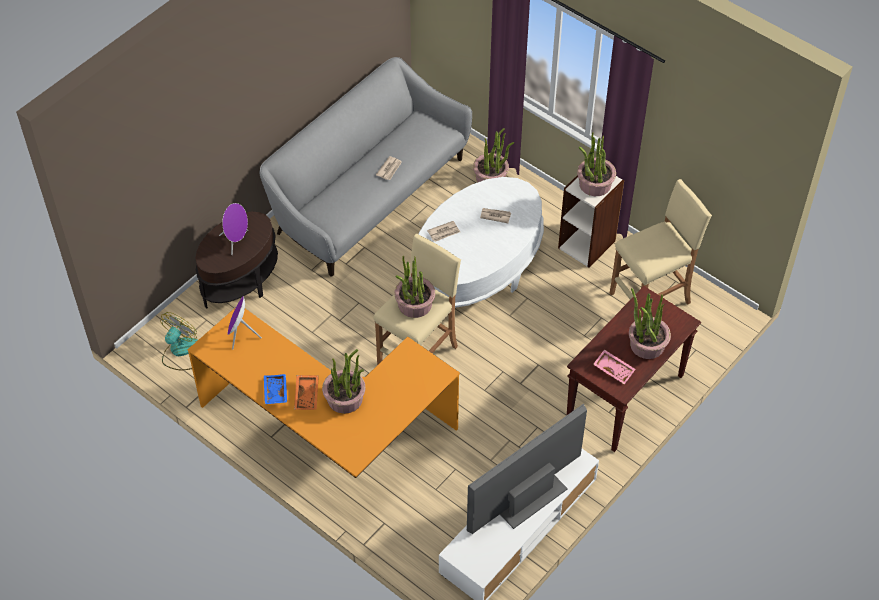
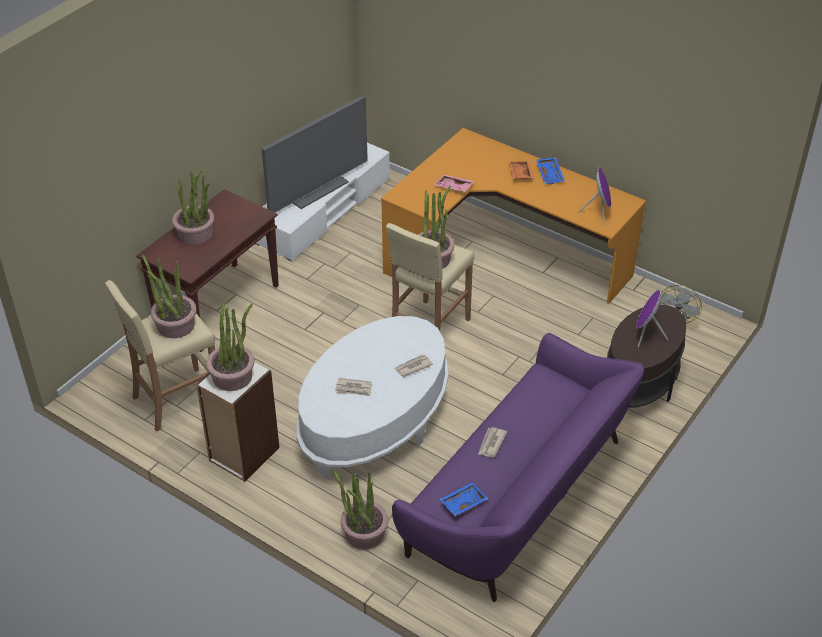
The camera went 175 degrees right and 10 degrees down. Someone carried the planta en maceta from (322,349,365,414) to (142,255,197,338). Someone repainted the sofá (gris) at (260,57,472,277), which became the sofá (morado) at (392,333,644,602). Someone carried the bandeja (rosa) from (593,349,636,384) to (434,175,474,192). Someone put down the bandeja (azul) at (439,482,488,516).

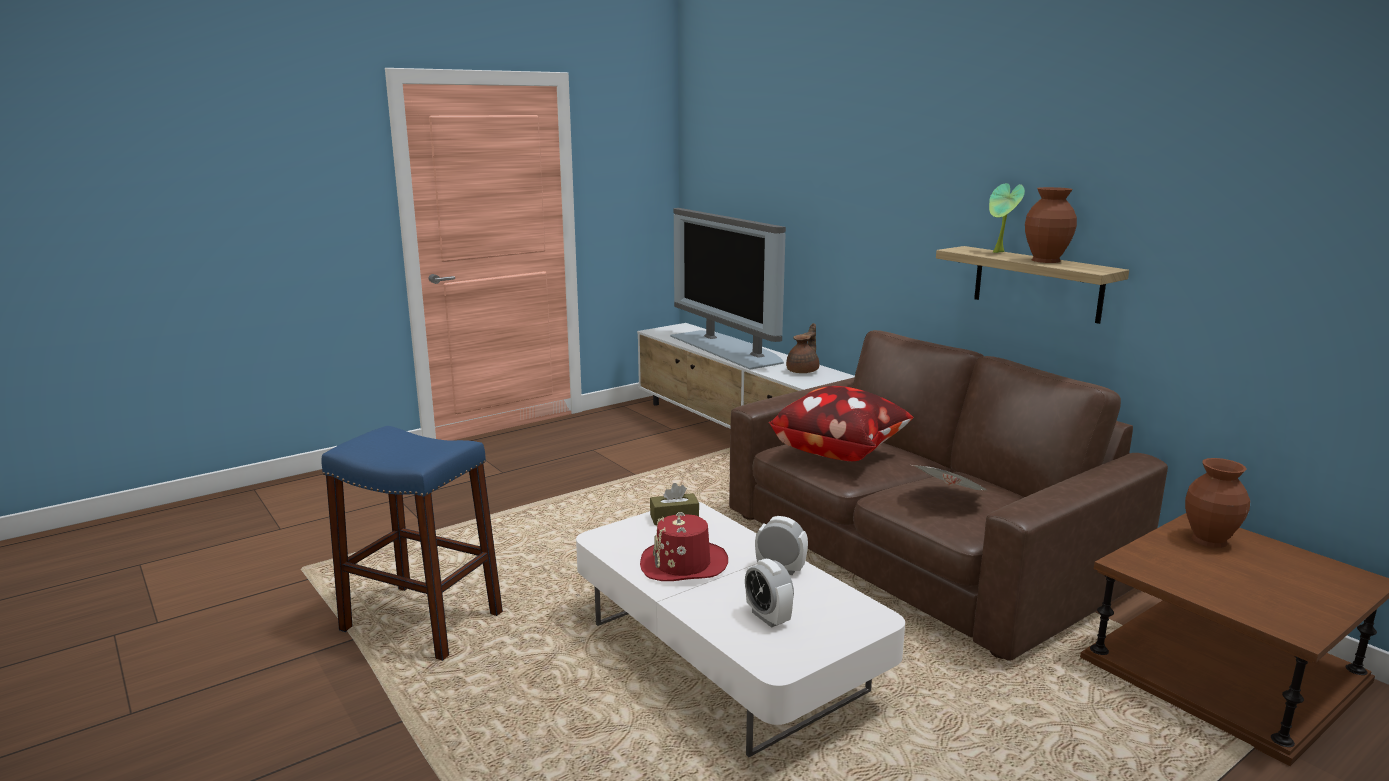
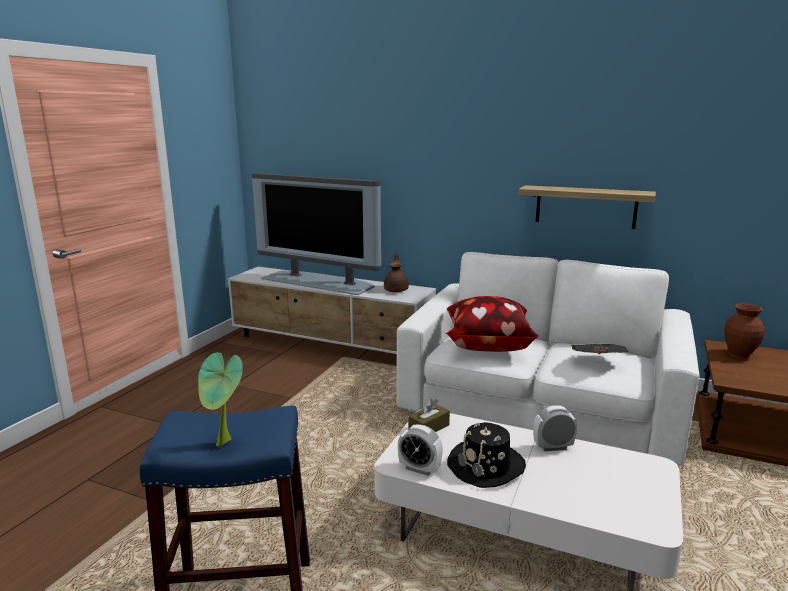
The camera went 30 degrees left and 0 degrees up. Someone carried the planta en maceta from (989,183,1025,253) to (198,352,243,447). Someone repainted the sofá (marrón) at (729,330,1168,661), which became the sofá (blanco) at (396,252,700,466). Someone carried the despertador from (745,559,794,628) to (398,424,443,476). Someone repainted the sombrero (rojo) at (640,512,728,581), which became the sombrero (negro) at (447,422,526,488). Someone took away the florero (marrón) at (1025,187,1077,263).

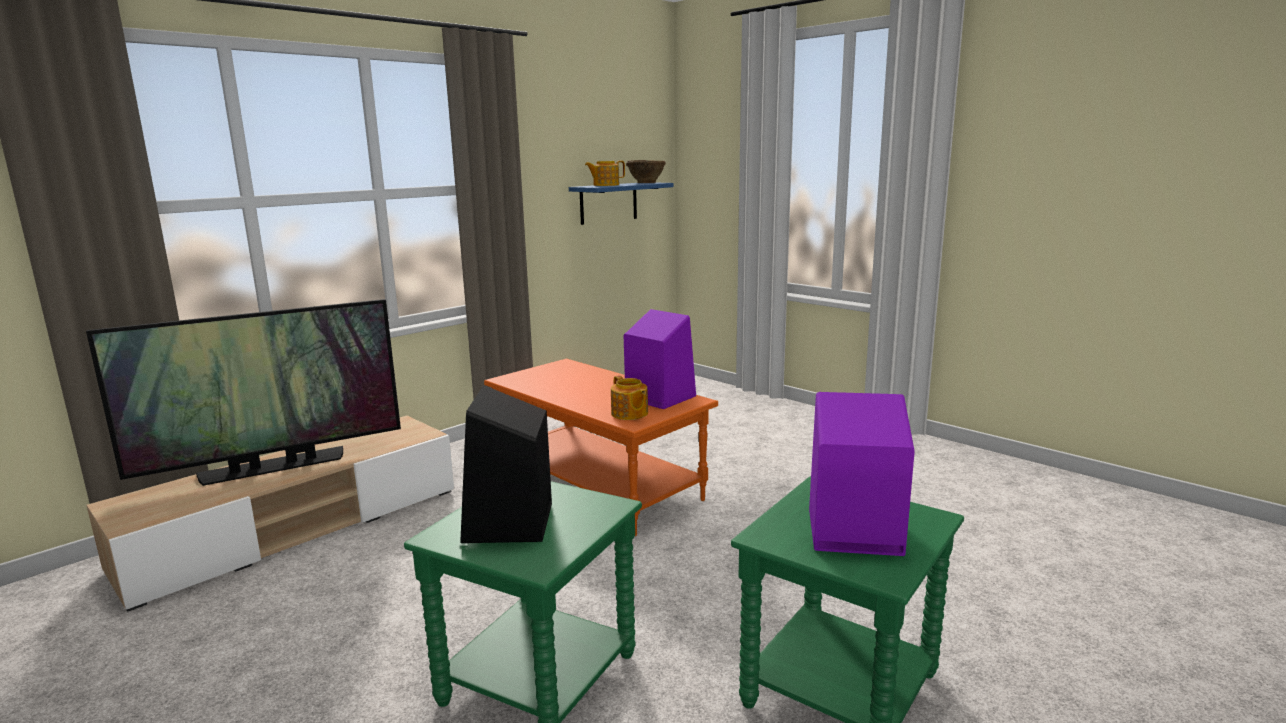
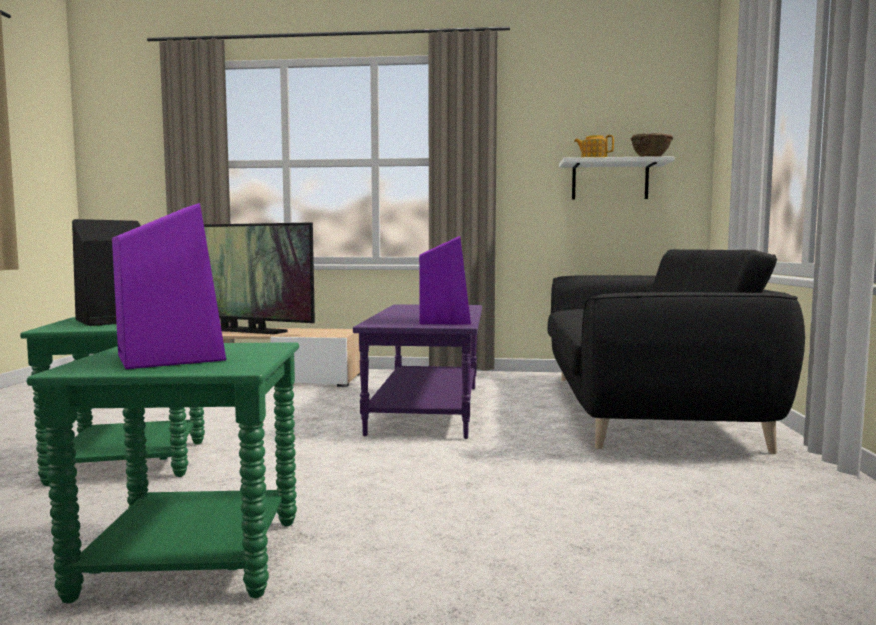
The camera went 50 degrees right and 10 degrees down. Someone repainted the mesa de centro (naranja) at (484,359,718,536), which became the mesa de centro (morado) at (353,304,482,439). Someone put down the sofá (negro) at (547,249,805,454). Someone repainted the estante (azul) at (569,183,674,225), which became the estante (blanco) at (559,156,674,200). Someone took away the tetera at (611,375,648,420).

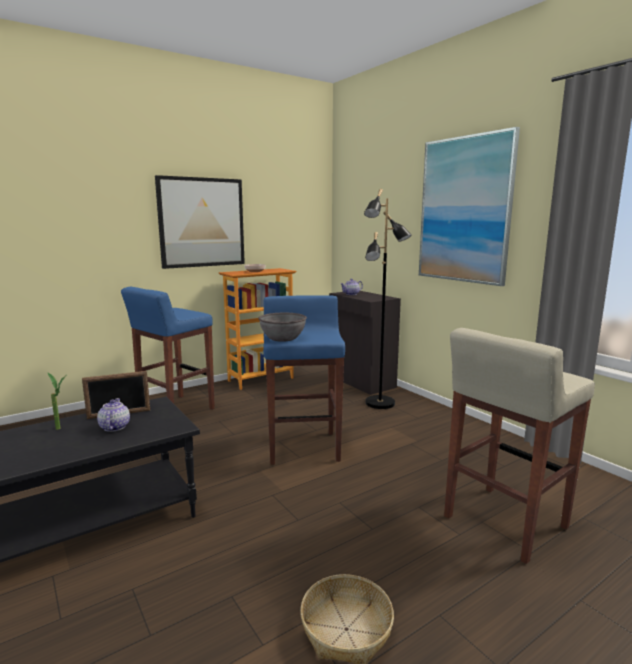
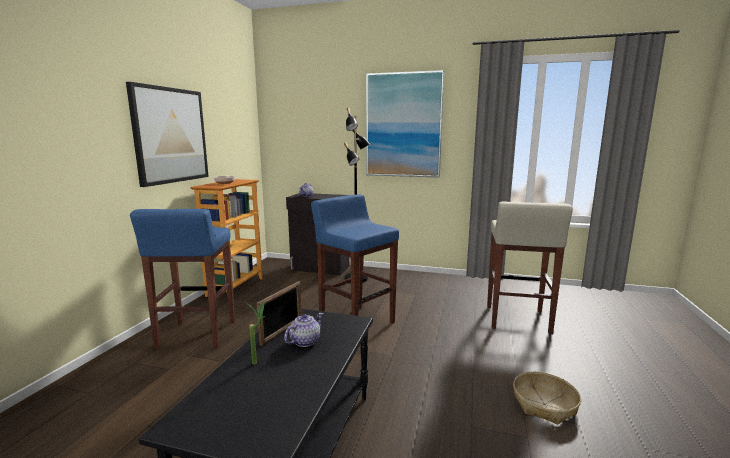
The camera went 40 degrees left and 0 degrees up. Someone rotated the tetera at (97,398,130,432) by 90 degrees clockwise. Someone took away the cuenco (gris) at (258,313,307,342).

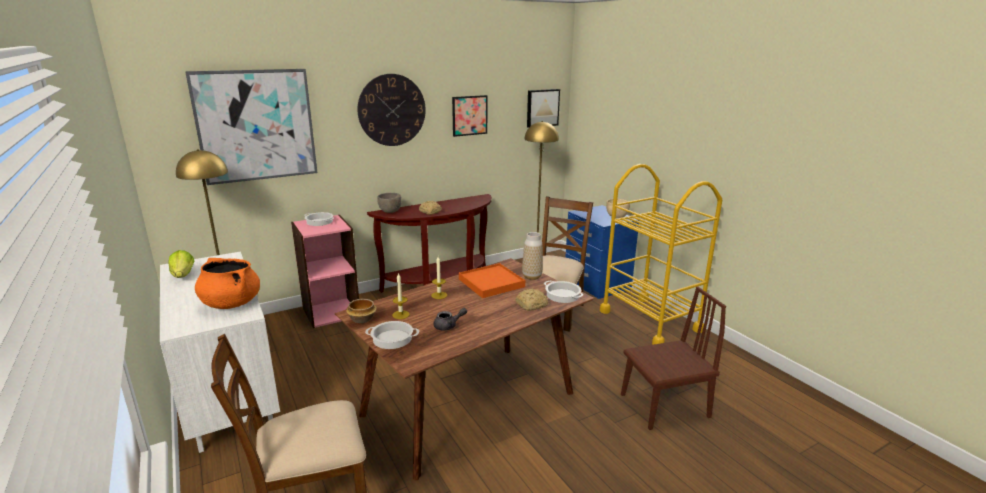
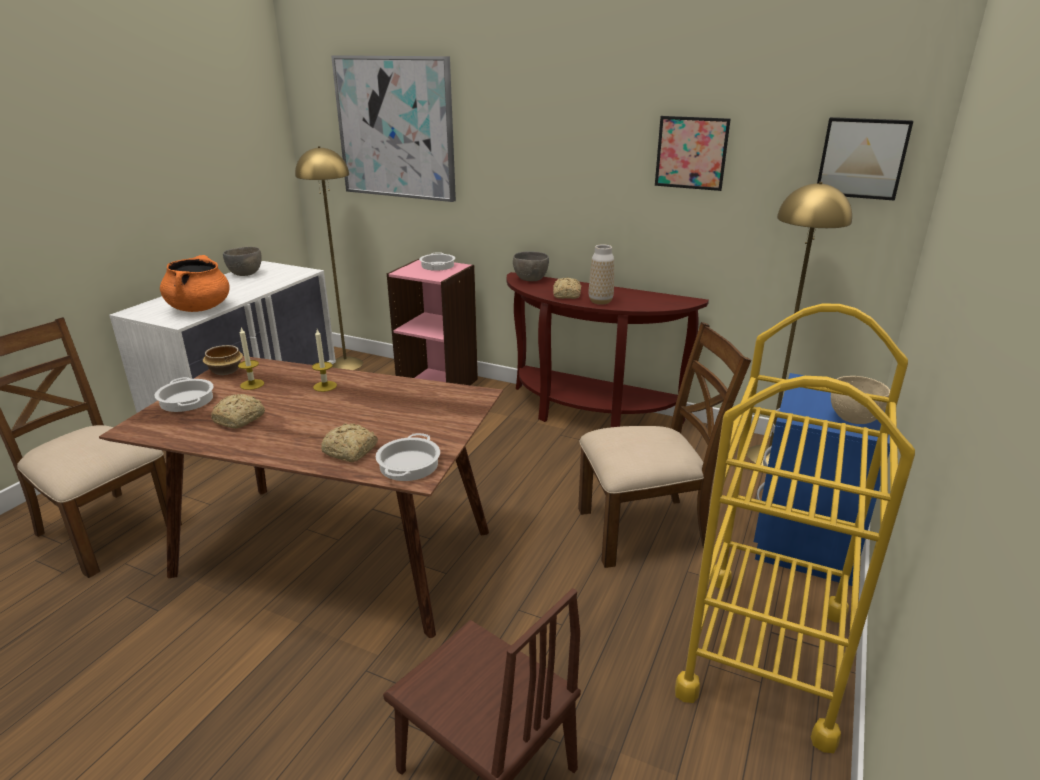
The camera went 55 degrees right and 5 degrees up. Someone swapped the tetera (gris) at (434,308,467,330) for the pan at (211,394,265,429). Someone swapped the lechuga at (168,250,194,278) for the cuenco (gris) at (223,247,262,276). Someone carried the florero from (522,232,543,280) to (589,244,614,305). Someone took away the reloj de pared at (357,74,426,146). Someone took away the bandeja (naranja) at (459,263,525,298).

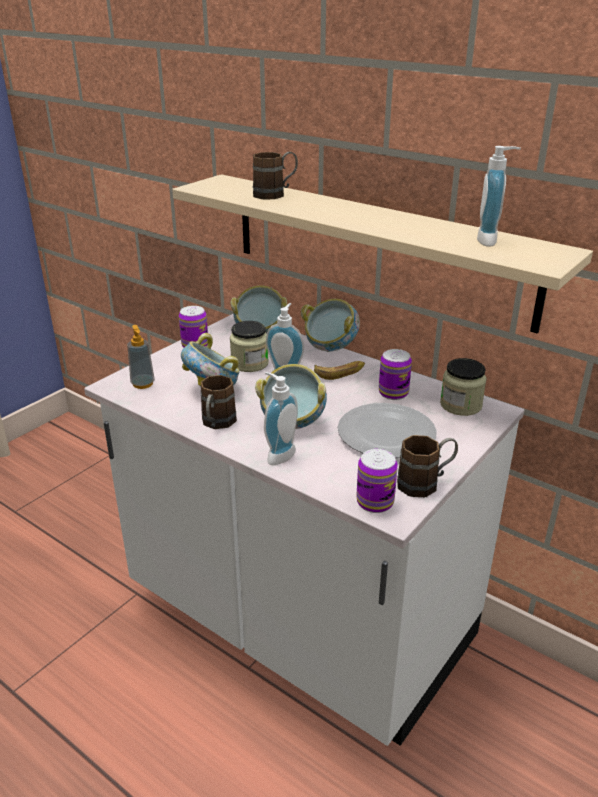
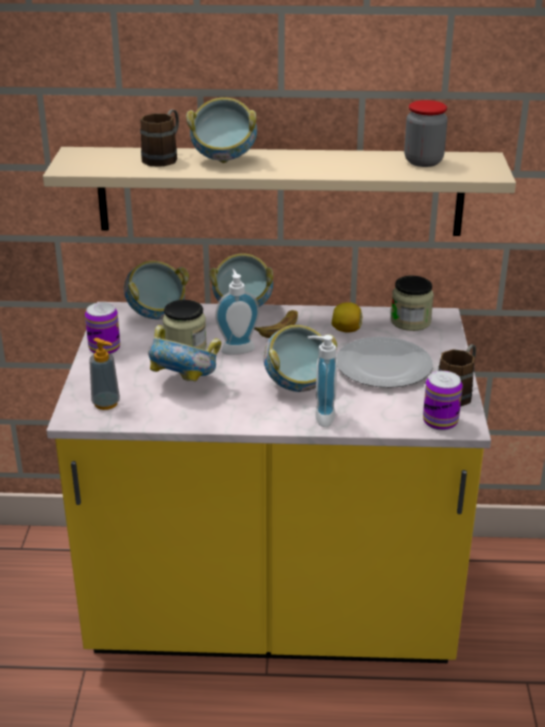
The camera went 35 degrees left and 0 degrees up. Someone repainted the mueble bajo de cocina (blanco) at (84,314,524,746), which became the mueble bajo de cocina (amarillo) at (46,302,491,663). Someone put down the cuenco at (186,98,257,163). Someone swapped the lata at (379,349,412,400) for the limón at (331,302,362,332). Someone swapped the dispensador de jabón at (477,146,521,247) for the tarro at (404,100,448,167). Someone took away the taza grande (marrón) at (200,375,237,429).

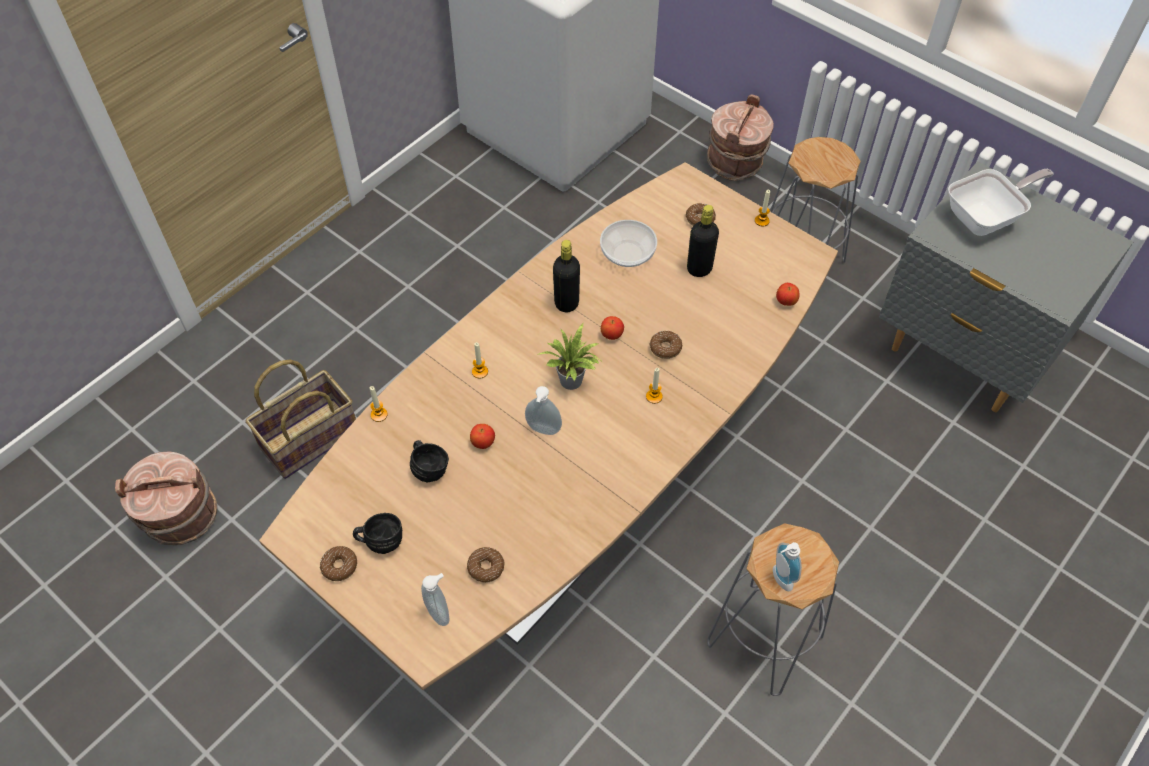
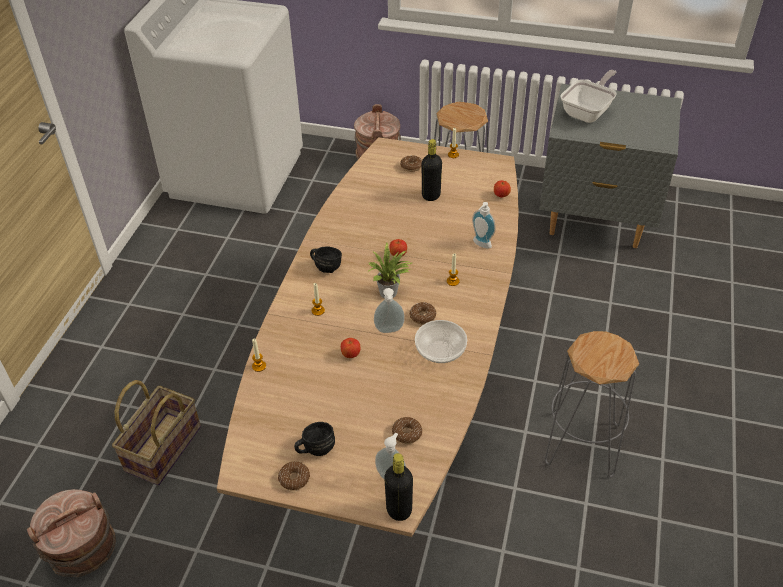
The camera went 25 degrees left and 10 degrees down. Someone carried the taza grande (negro) from (410,440,449,482) to (310,246,342,273). Someone carried the botella (negro) from (553,240,580,312) to (384,453,413,521). Someone carried the rosquilla from (650,331,682,359) to (409,302,436,324). Someone carried the cuenco from (600,220,657,267) to (415,320,467,363). Someone carried the dispensador de jabón from (773,542,802,591) to (472,202,496,249).

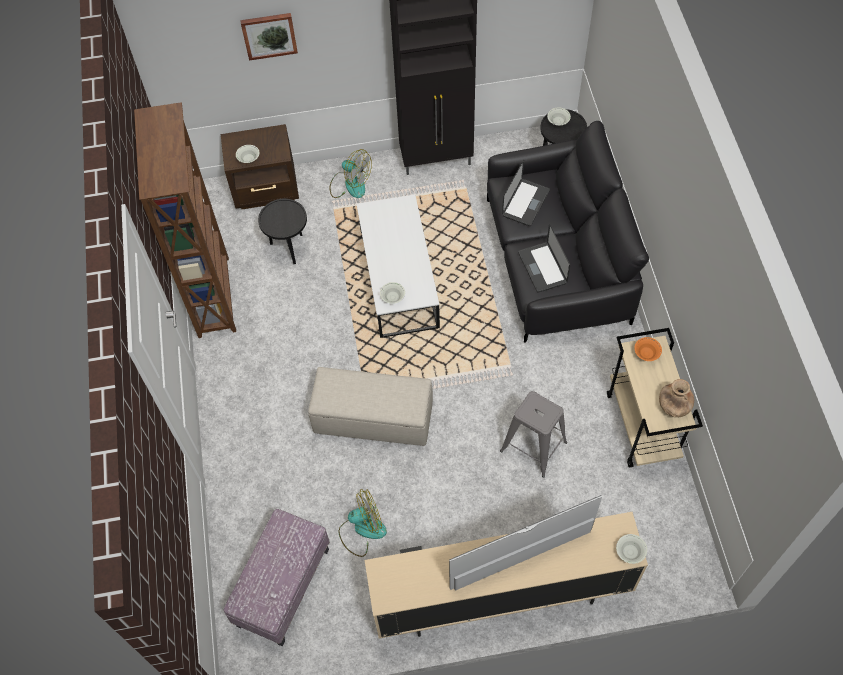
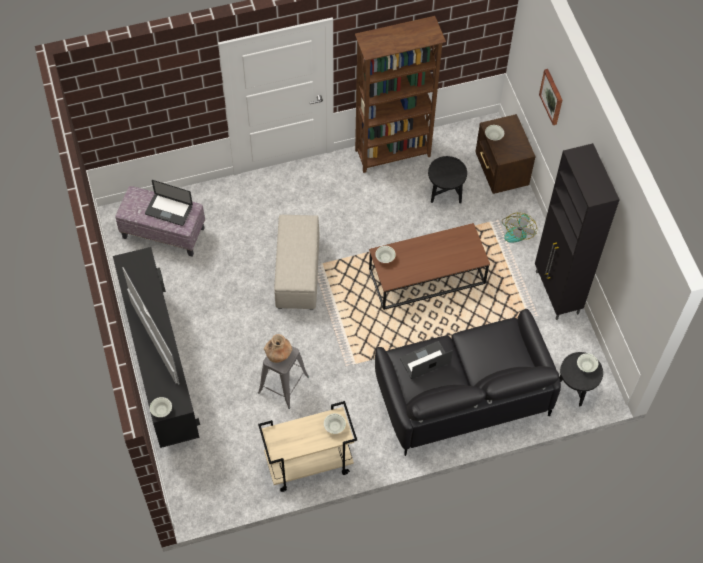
The camera went 80 degrees right and 0 degrees up. Someone repainted the mueble de televisión (beis) at (364,512,648,638), which became the mueble de televisión (negro) at (113,247,200,448). Someone carried the portátil from (502,160,550,226) to (145,180,193,226). Someone carried the florero (marrón) from (659,379,694,417) to (264,334,292,363). Someone repainted the cuenco (naranja) at (634,337,662,361), which became the cuenco (blanco) at (324,413,346,434). Someone repainted the mesa de centro (blanco) at (356,194,440,338), which became the mesa de centro (marrón) at (369,223,490,310). Someone took away the ventilador at (339,489,387,557).

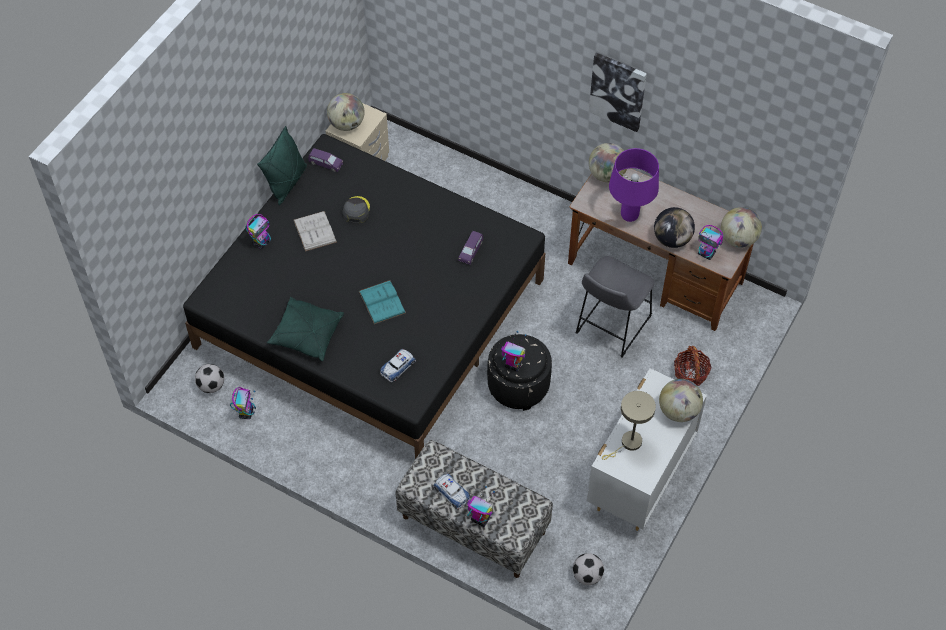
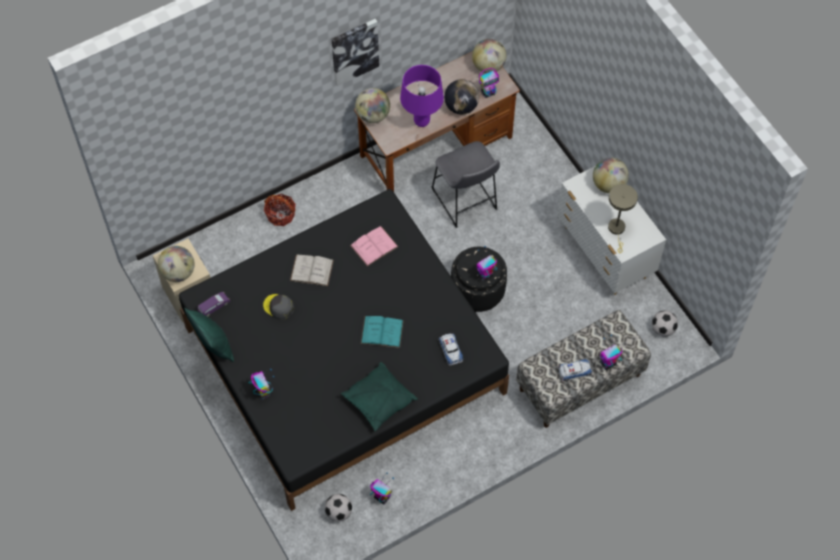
The camera went 60 degrees left and 5 degrees up. Someone carried the cesta from (674,346,712,386) to (264,194,296,226). Someone carried the libro (blanco) from (294,211,337,252) to (290,255,334,286). Someone swapped the coche de juguete (morado) at (458,231,483,265) for the libro (rosa) at (350,226,398,266).

